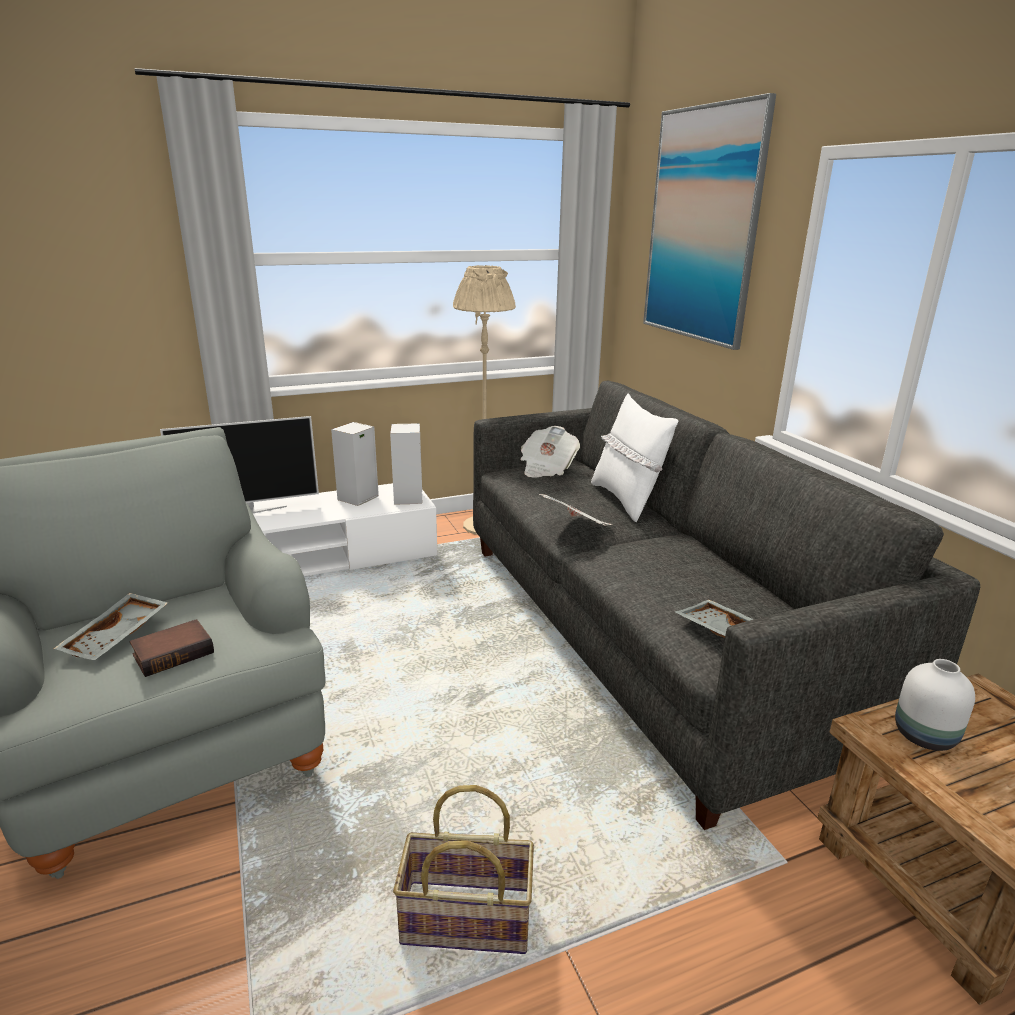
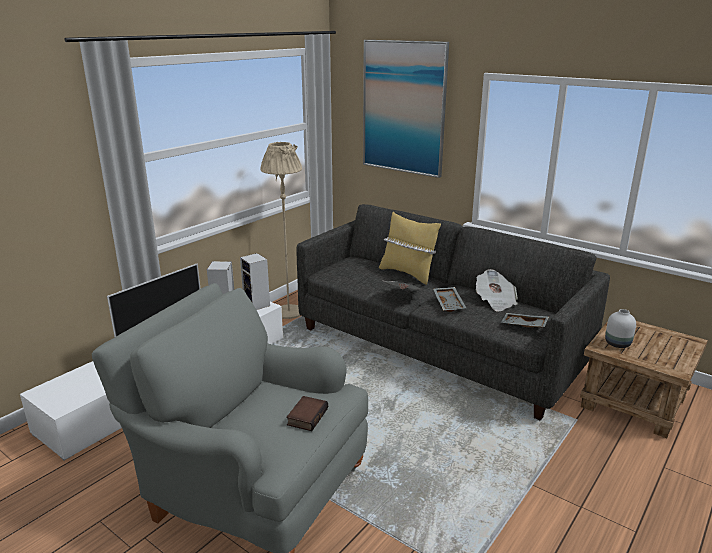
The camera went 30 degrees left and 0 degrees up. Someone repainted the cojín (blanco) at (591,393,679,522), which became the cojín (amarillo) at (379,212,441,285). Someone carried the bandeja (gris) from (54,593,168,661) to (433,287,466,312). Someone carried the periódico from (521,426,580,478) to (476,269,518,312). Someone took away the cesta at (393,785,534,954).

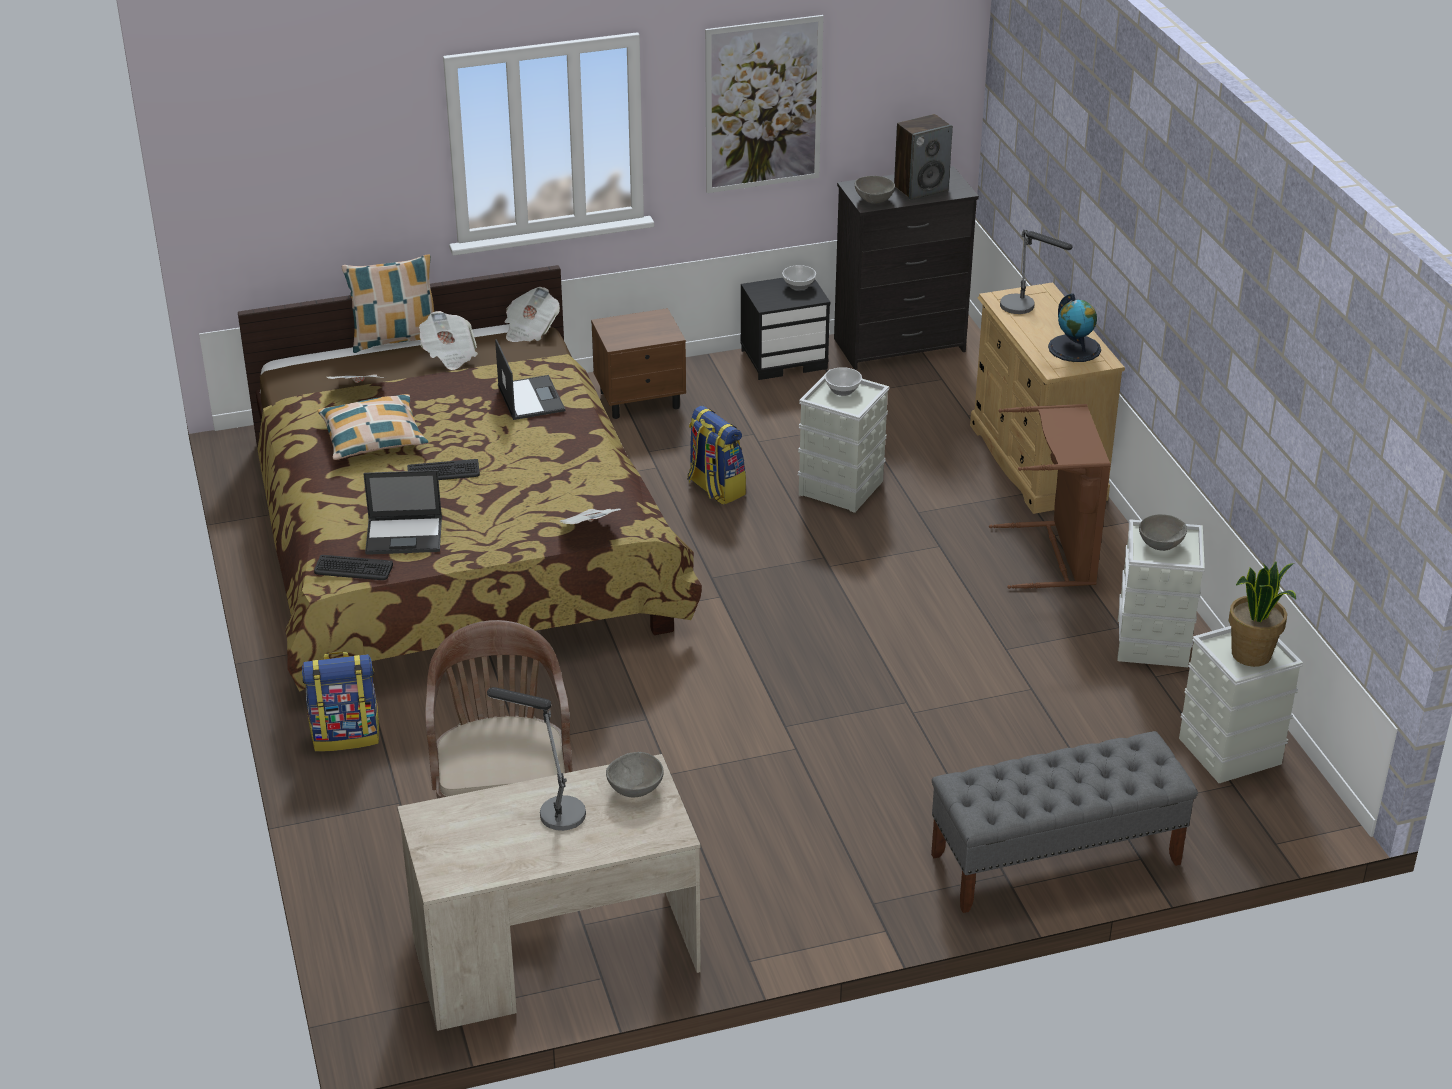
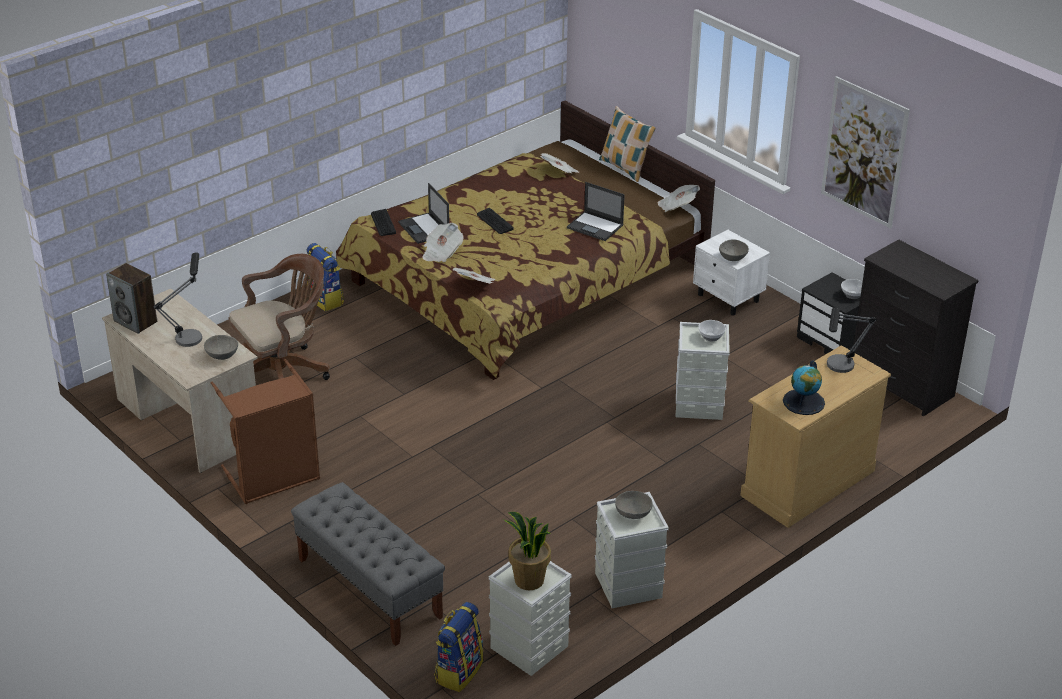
The camera went 65 degrees right and 0 degrees up. Someone carried the altavoz from (894,114,953,200) to (106,263,157,334). Someone carried the cesto de la ropa (marrón) from (989,404,1111,589) to (211,359,320,504). Someone carried the periódico from (419,311,478,370) to (422,223,464,262). Someone carried the mochila from (687,406,746,505) to (434,602,484,692). Someone rotated the portátil at (495,339,565,420) by 75 degrees clockwise. Someone repainted the mesita de noche (marrón) at (591,308,686,419), which became the mesita de noche (blanco) at (693,230,770,316). Someone carried the cuenco (gris) from (855,176,895,204) to (719,239,749,261). Someone took away the cojín at (318,394,428,460).

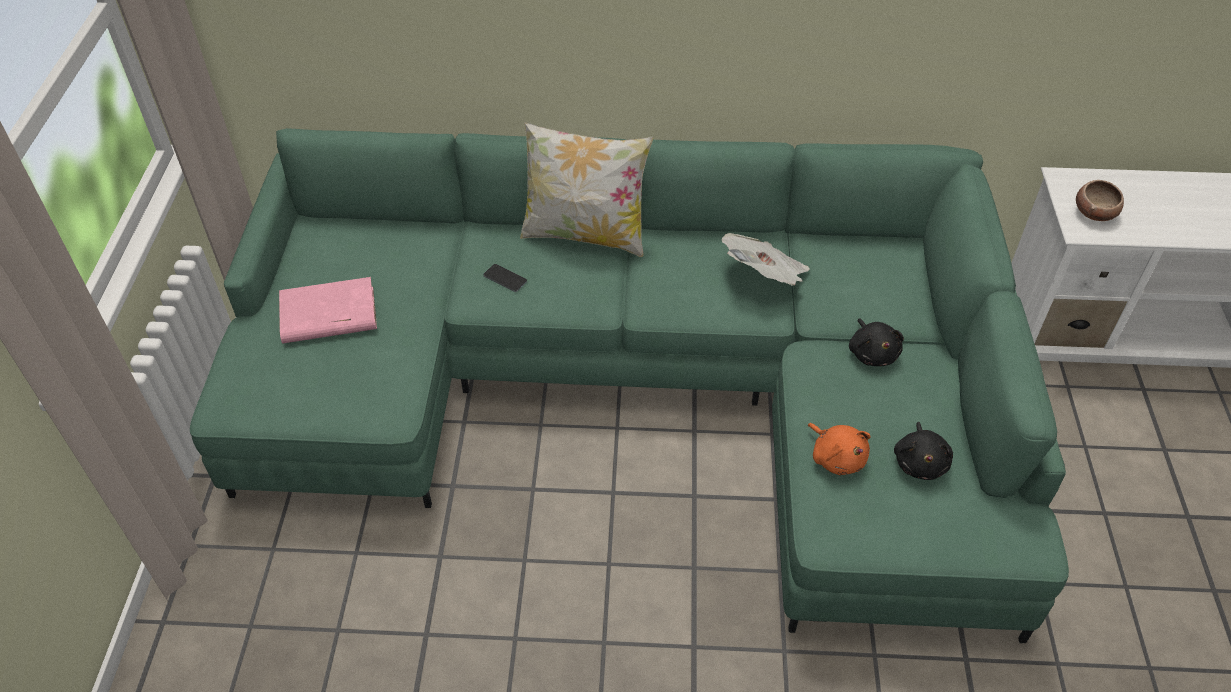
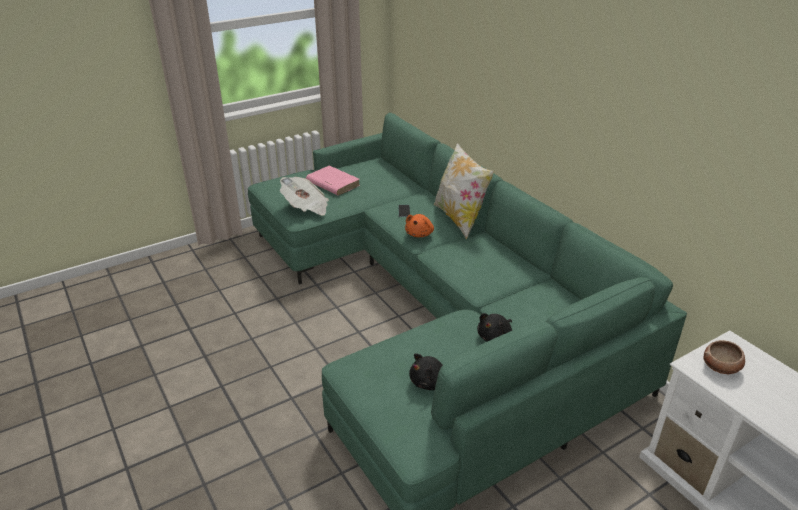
The camera went 55 degrees right and 15 degrees down. Someone carried the periódico from (722,233,810,286) to (280,177,329,216). Someone carried the peluche (naranja) from (808,423,871,475) to (405,214,434,237).

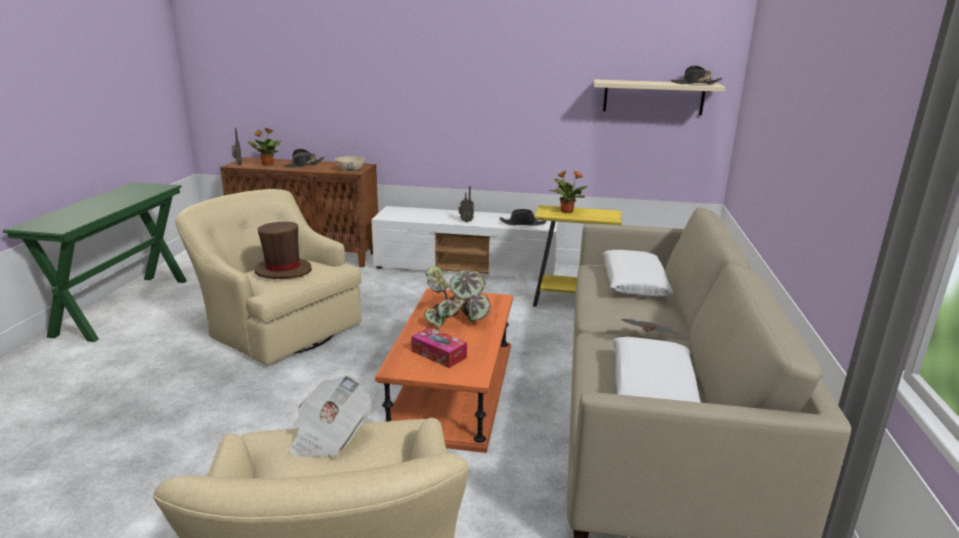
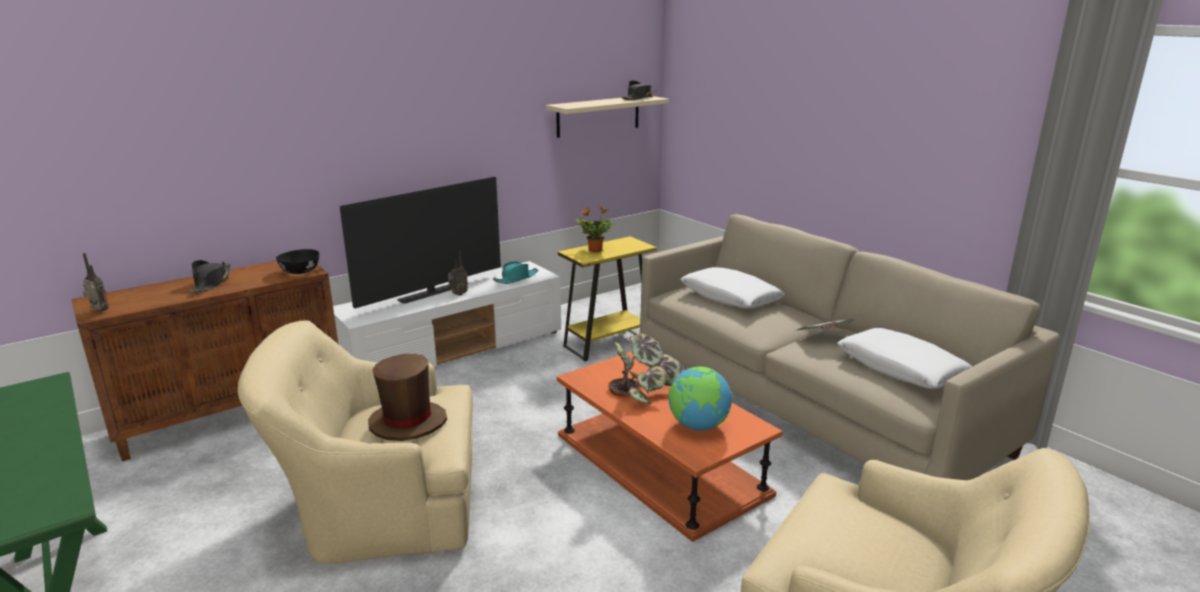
The camera went 45 degrees left and 0 degrees up. Someone repainted the cuenco (beis) at (336,156,365,172), which became the cuenco (negro) at (276,249,319,274). Someone put down the televisor at (340,177,501,308). Someone repainted the sombrero (negro) at (499,209,546,226), which became the sombrero (turquesa) at (493,261,539,284). Someone swapped the caja de pañuelos at (411,327,467,368) for the globo terráqueo at (669,366,732,430). Someone took away the planta en maceta at (247,128,282,166). Someone took away the periódico at (289,375,372,458).

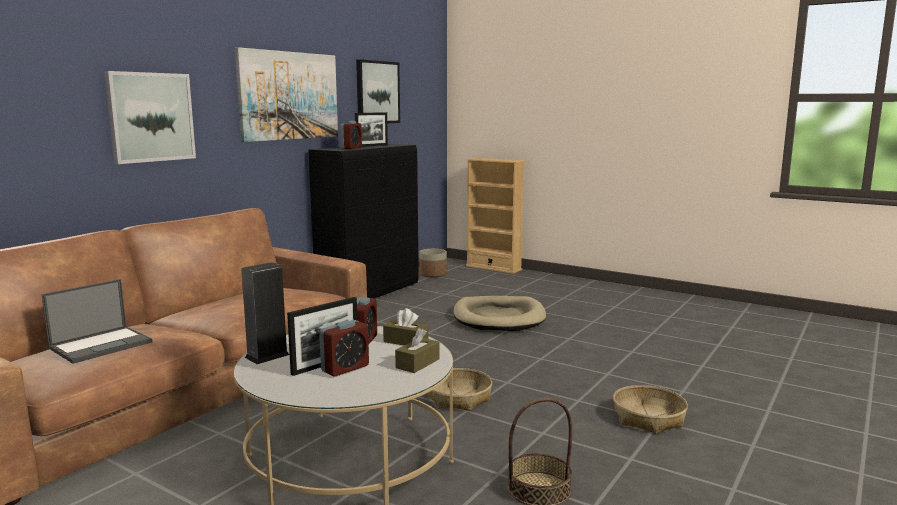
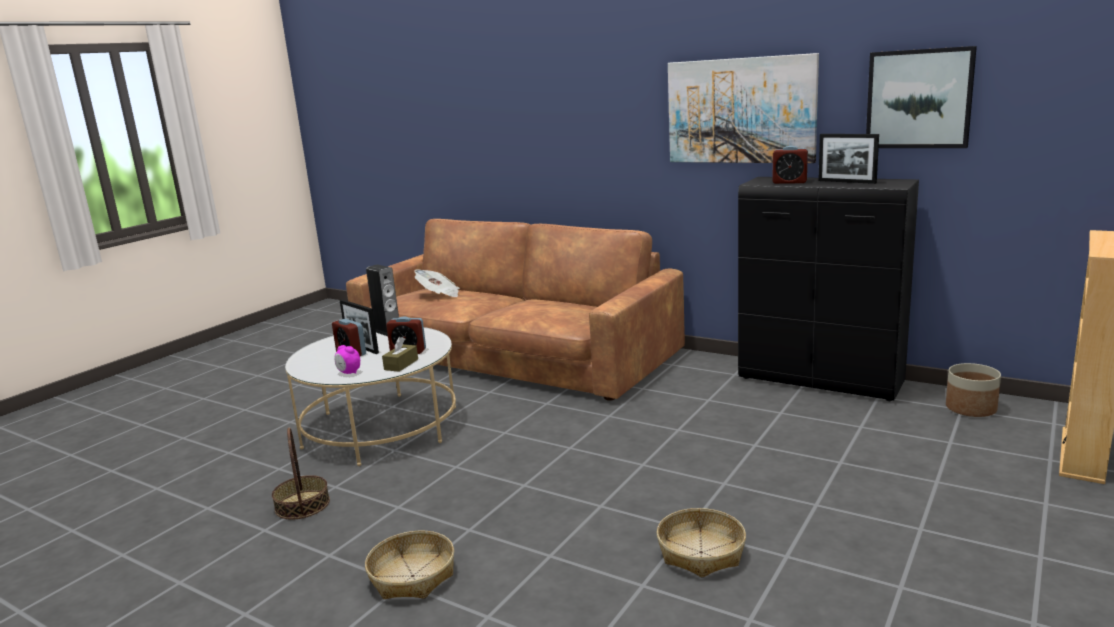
The camera went 90 degrees right and 5 degrees up. Someone swapped the caja de pañuelos (marrón) at (395,328,440,373) for the despertador at (334,345,360,374). Someone swapped the portátil at (41,279,152,364) for the periódico at (414,269,460,297). Someone carried the cesta from (428,368,492,411) to (657,508,746,577). Someone took away the cuadro at (104,71,196,164). Someone took away the cama para perro (beis) at (453,296,546,331).

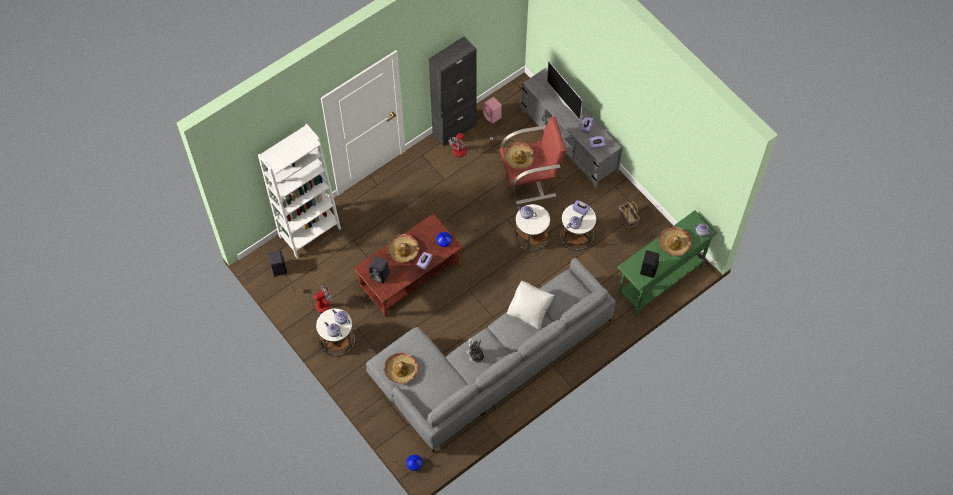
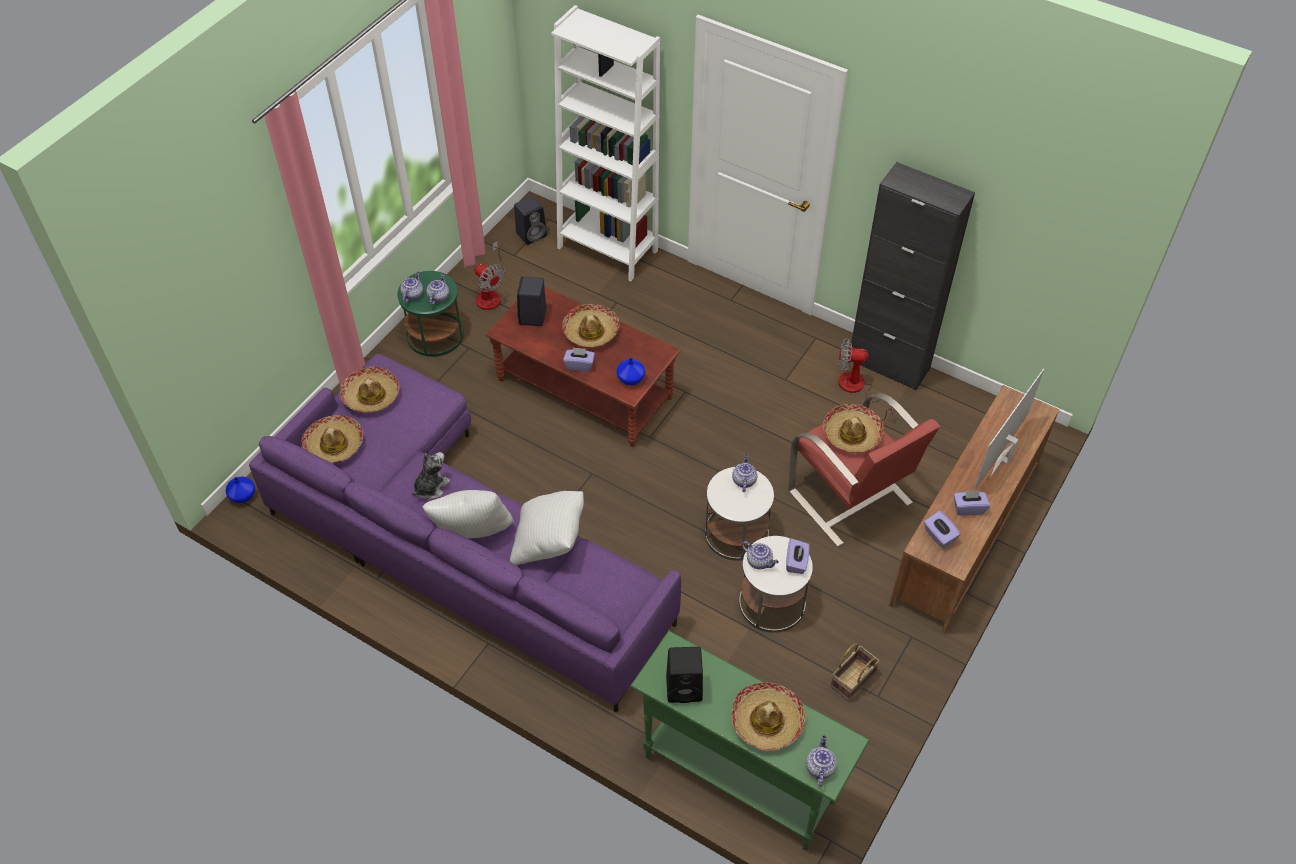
The camera went 70 degrees right and 10 degrees down. Someone repainted the sofá (gris) at (366,258,616,452), which became the sofá (morado) at (249,354,681,713). Someone put down the sombrero at (302,415,363,463). Someone repainted the mesa auxiliar (blanco) at (316,309,355,356), which became the mesa auxiliar (verde) at (397,271,464,357). Someone put down the cojín (blanco) at (422,490,514,538). Someone repainted the mueble de televisión (gris) at (521,68,623,188), which became the mueble de televisión (marrón) at (889,385,1059,634). Someone took away the altavoz (rosa) at (483,97,502,124).

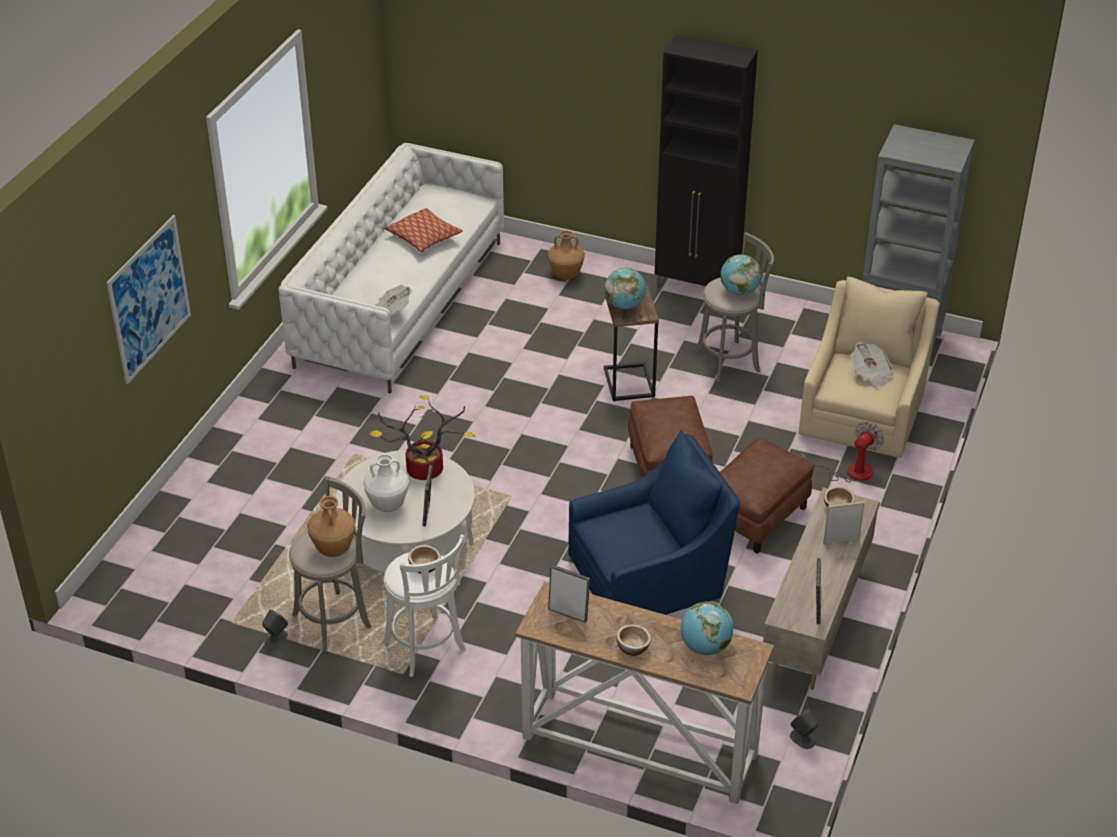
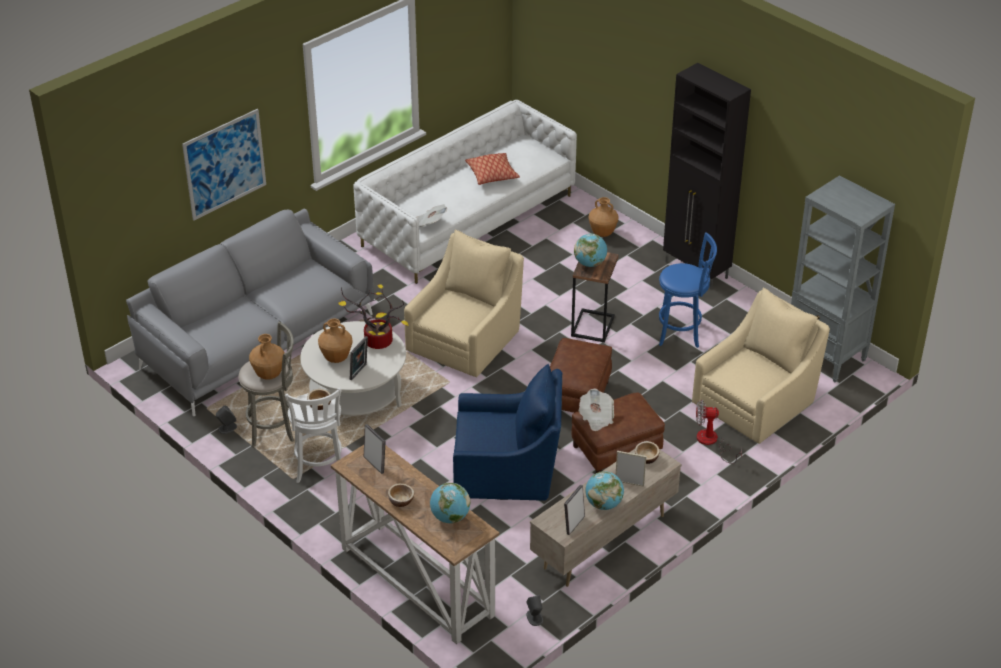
The camera went 25 degrees right and 0 degrees up. Someone put down the sofá (gris) at (126,209,374,416). Someone repainted the florero (blanco) at (363,454,409,512), which became the florero (marrón) at (318,318,353,363). Someone put down the sillón (beis) at (404,230,524,378). Someone carried the periódico from (851,342,894,388) to (578,389,614,431). Someone carried the globo terráqueo from (720,254,762,295) to (585,471,624,510). Someone repainted the taburete (gris) at (695,232,774,383), which became the taburete (azul) at (659,232,717,348). Someone rotated the ventilador at (800,422,884,482) by 150 degrees counterclockwise.

